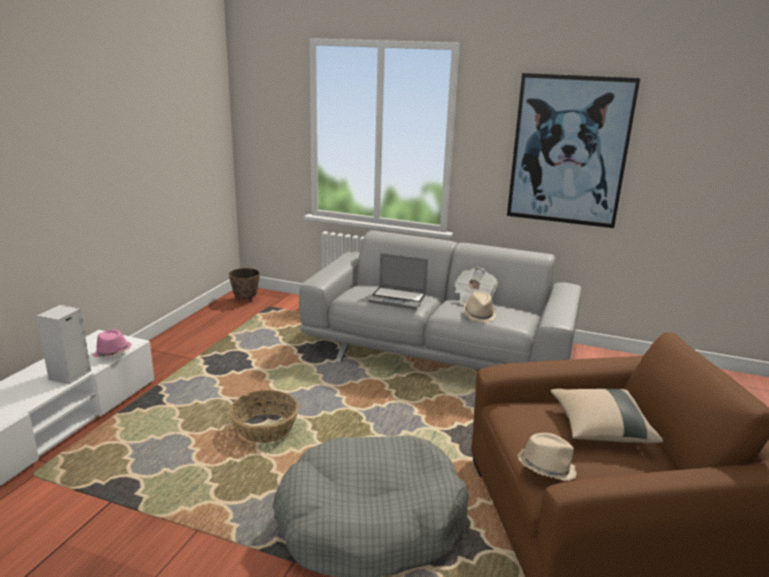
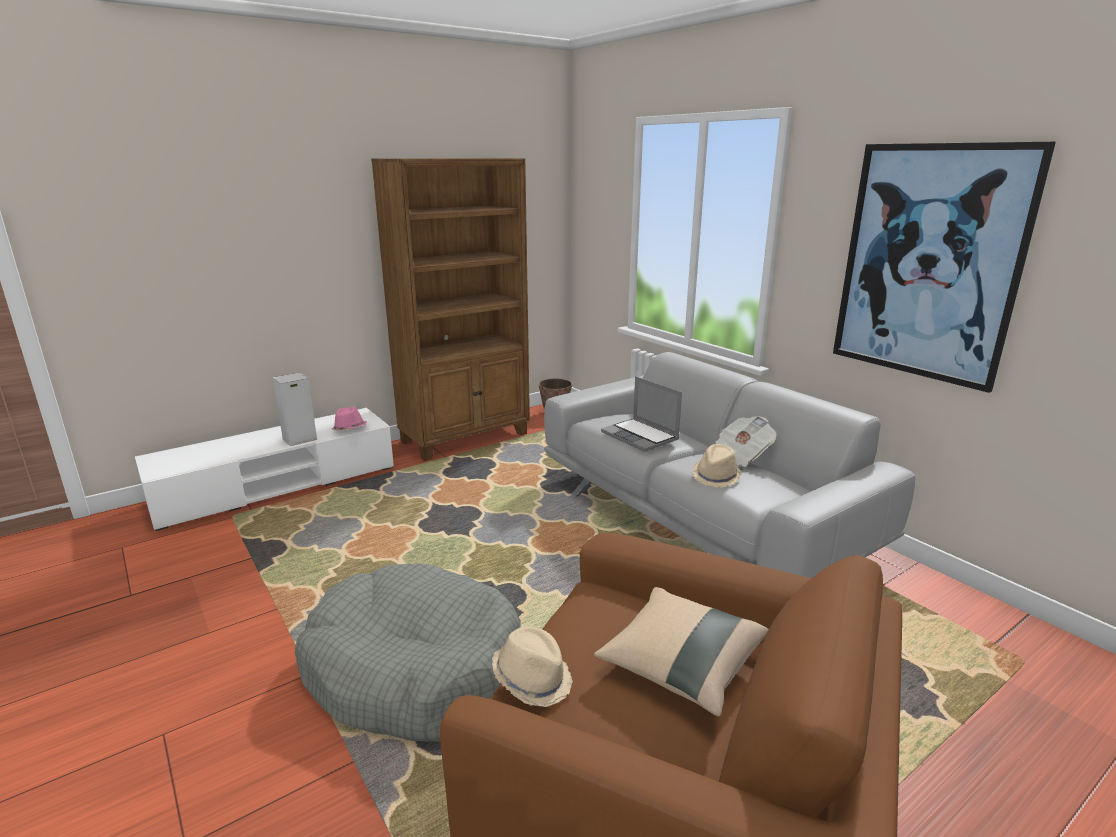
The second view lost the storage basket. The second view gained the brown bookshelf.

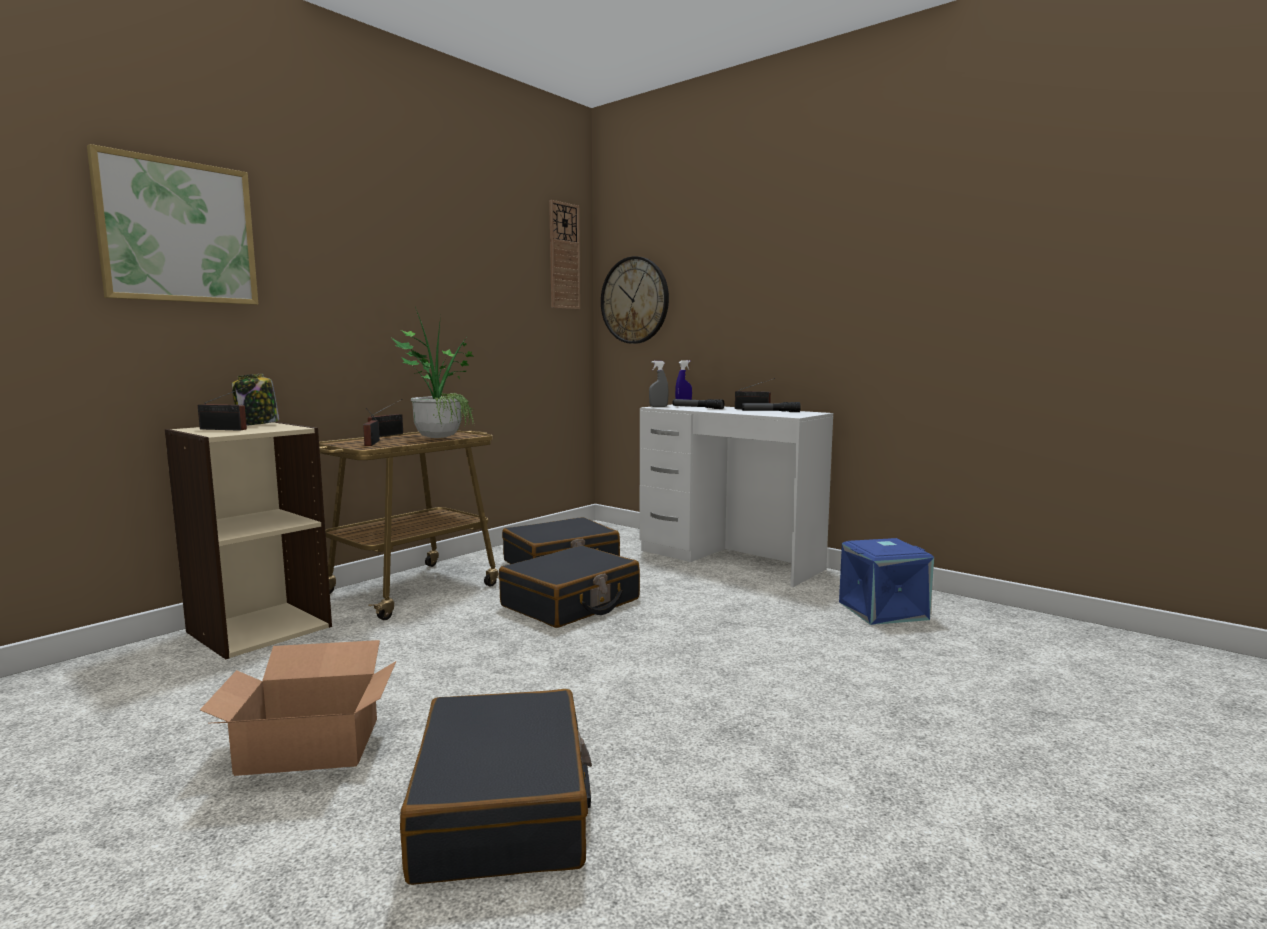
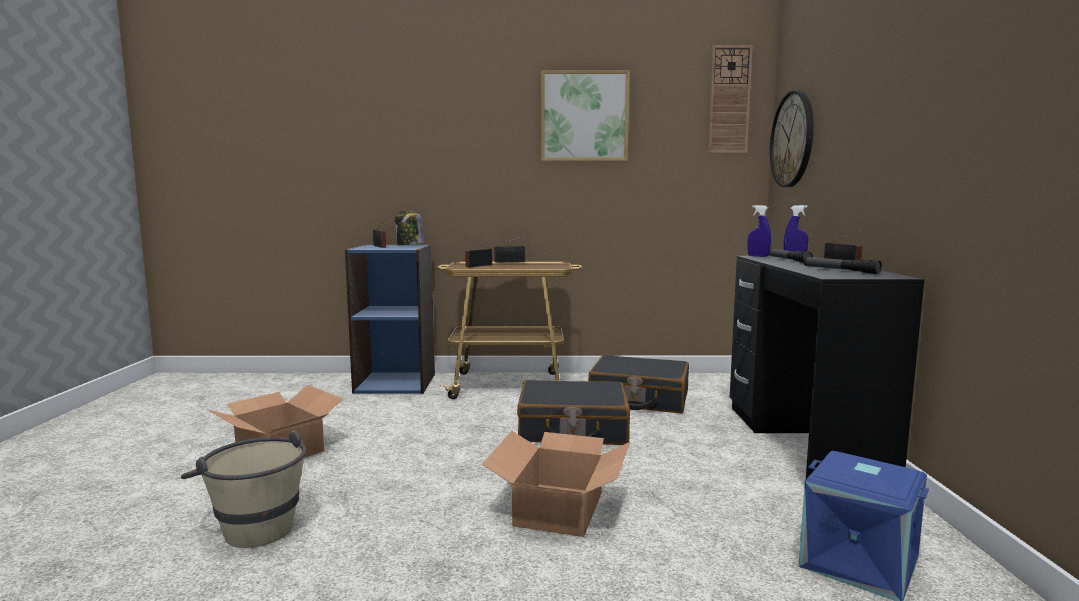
The second view lost the houseplant. The second view gained the cardboard box (no. 2 from left). The wall picture ended up elsewhere. Where the black-coloured piece of luggage (no. 1 from left) stood, the sand-coloured bucket came to stand. What was the sand-coloured bookshelf turned into the blue-coloured bookshelf. What was the whitish desk turned into the black-coloured desk. What was the greyish sprayer turned into the blue-coloured sprayer (no. 1 from left).

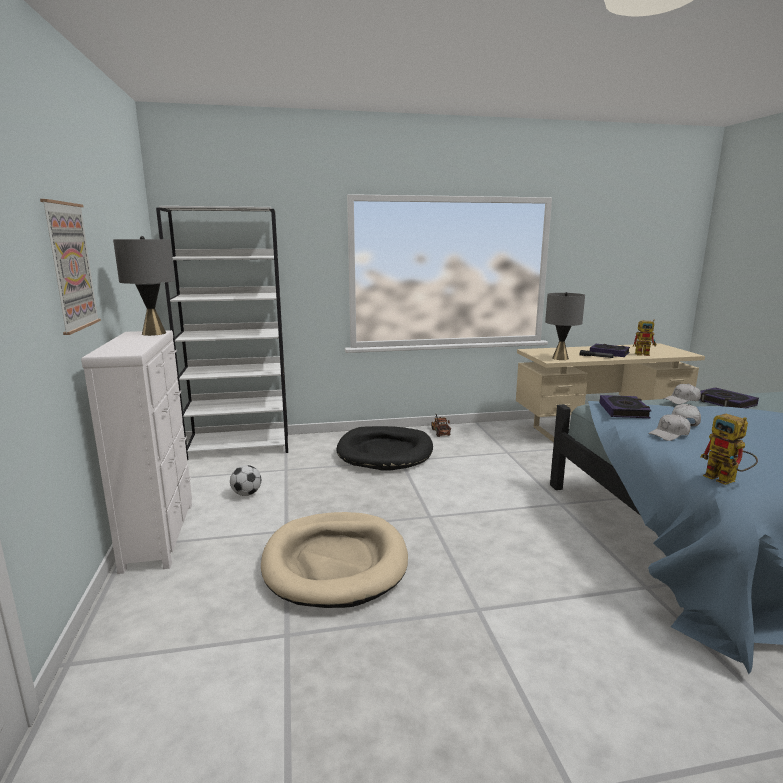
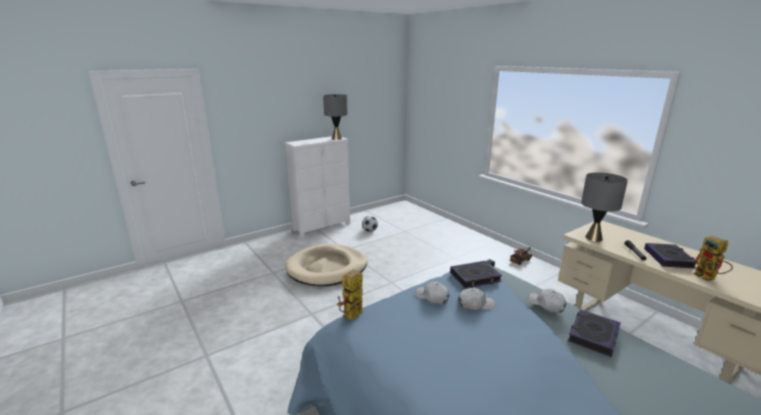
The second view lost the wall picture. The second view lost the whitish bookshelf. The second view lost the black-coloured dog bed.

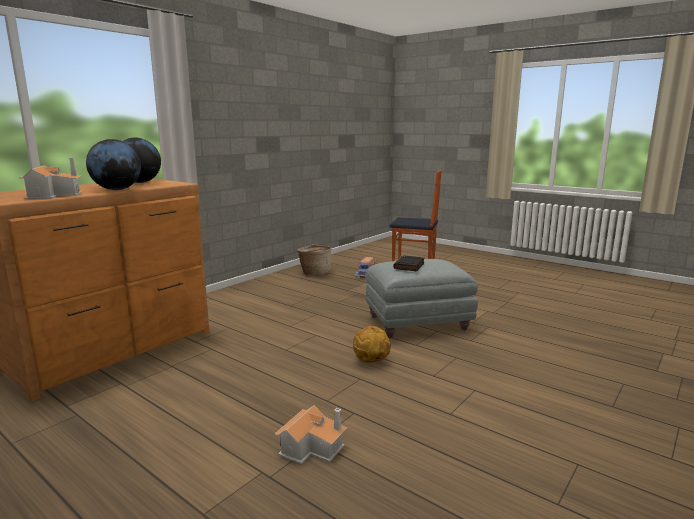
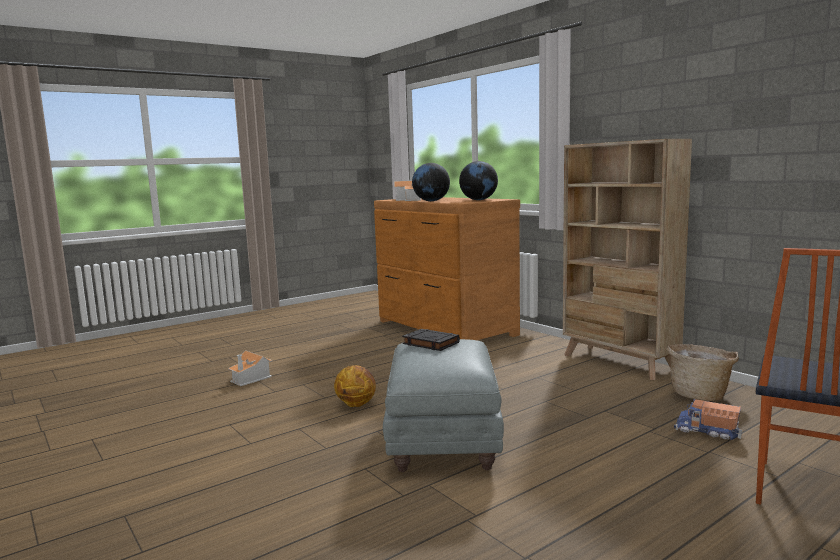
The second view gained the sand-coloured bookshelf.

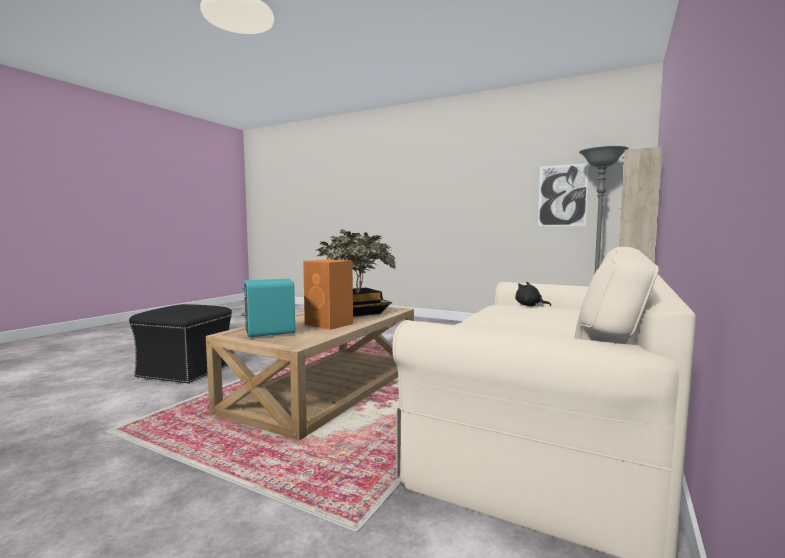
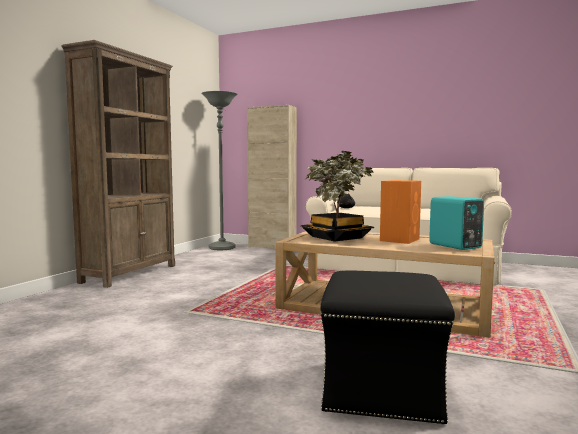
The second view lost the wall picture. The second view gained the brown bookshelf.

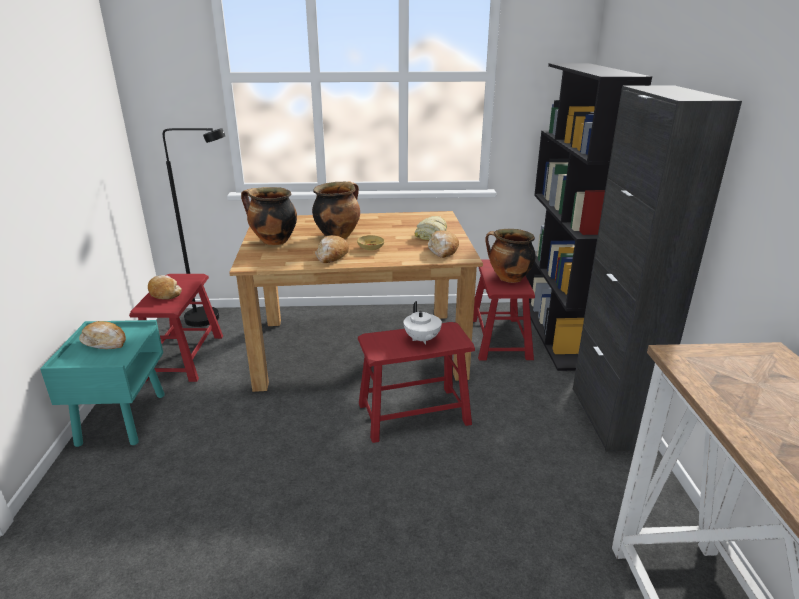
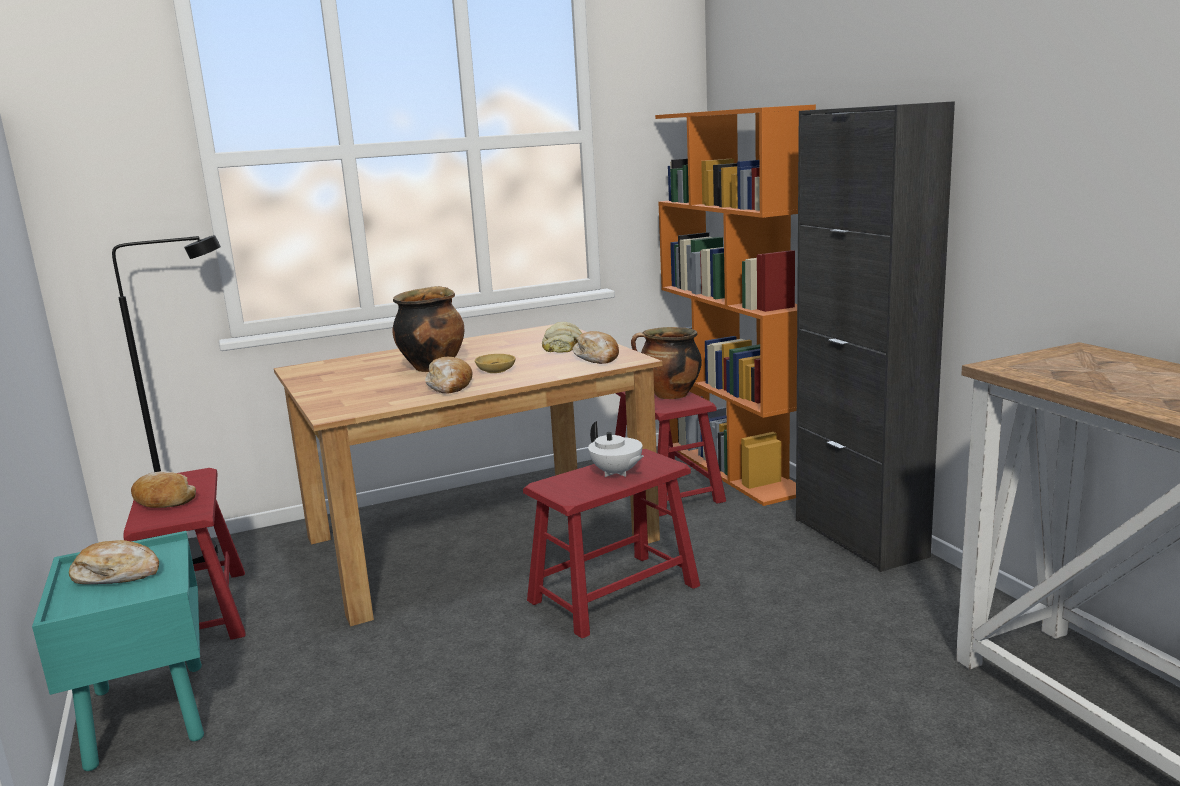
The second view lost the saucepot (no. 1 from left). What was the black-coloured bookshelf turned into the orange-coloured bookshelf.

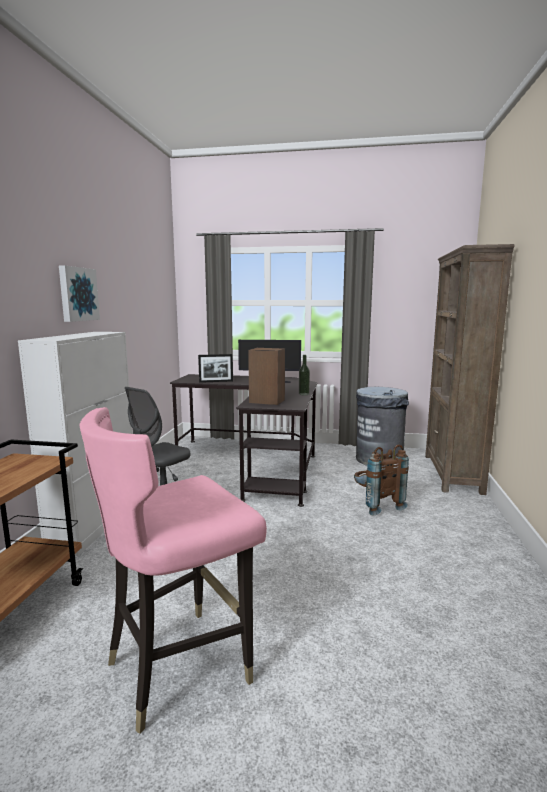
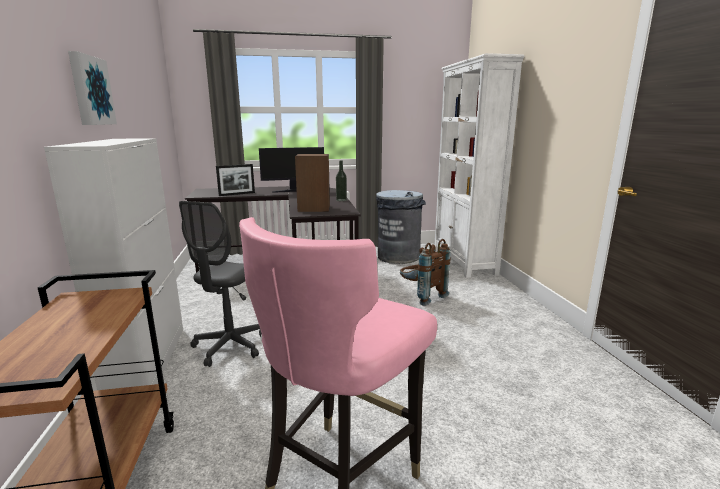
What was the brown bookshelf turned into the whitish bookshelf.

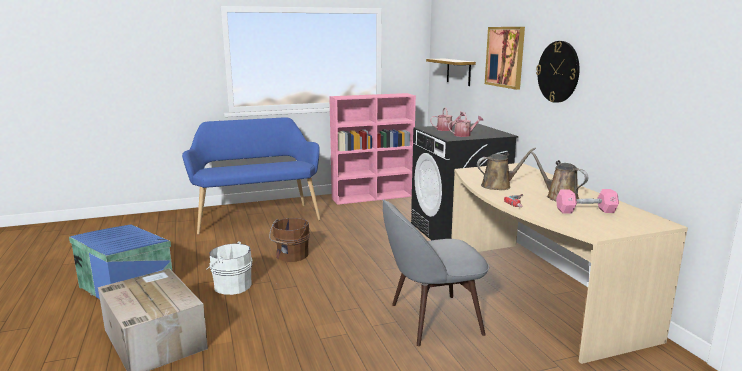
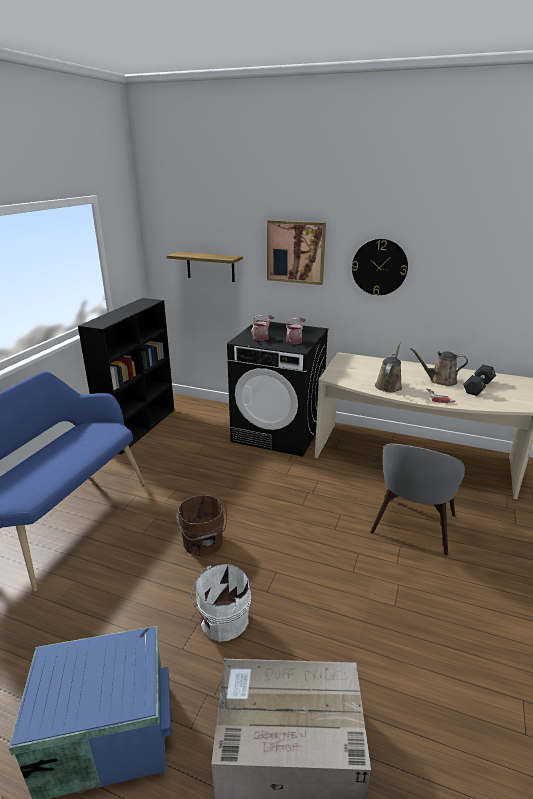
What was the pink bookshelf turned into the black-coloured bookshelf. What was the pink hand weight turned into the black-coloured hand weight.

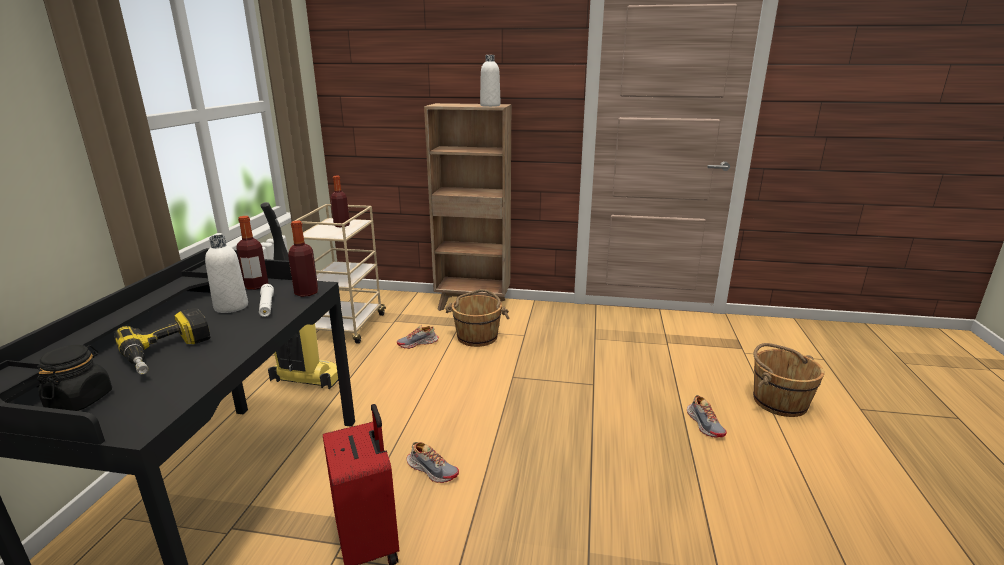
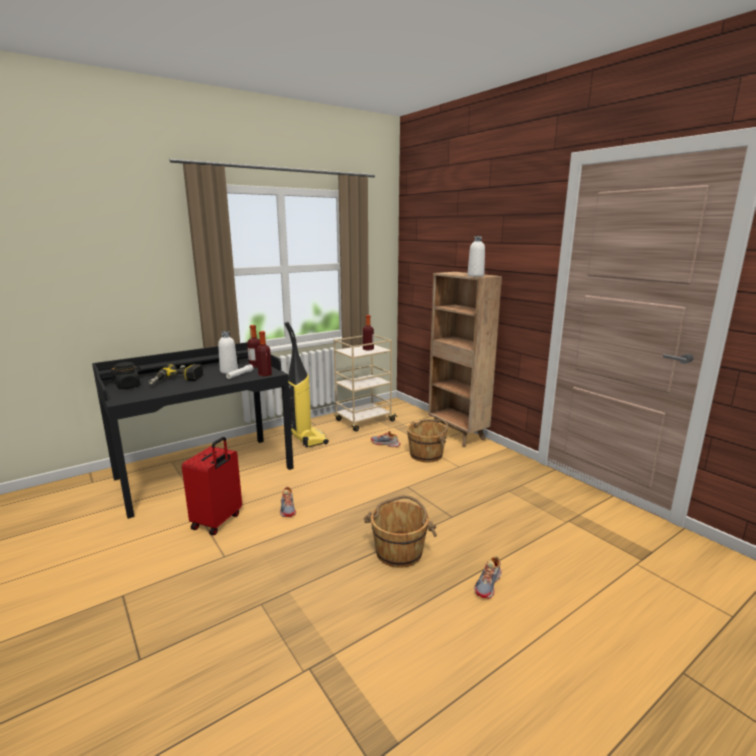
The brown bucket (no. 2 from left in the first image) ended up elsewhere.

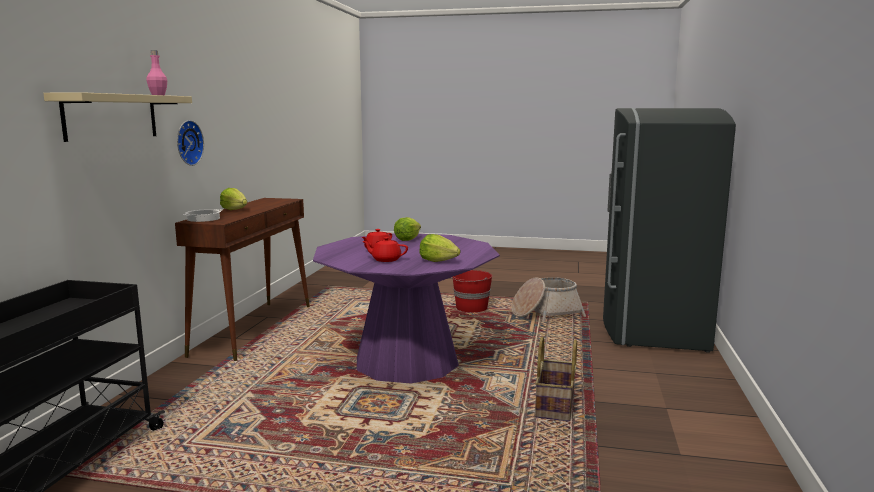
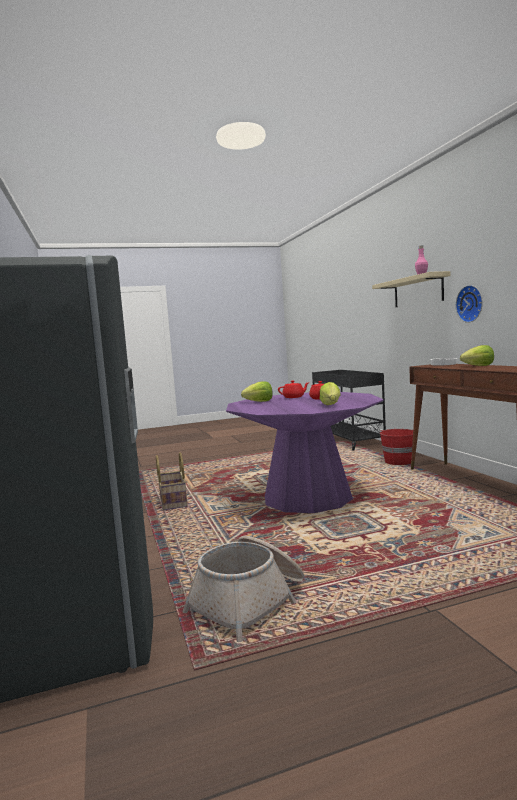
The red bucket ended up elsewhere.

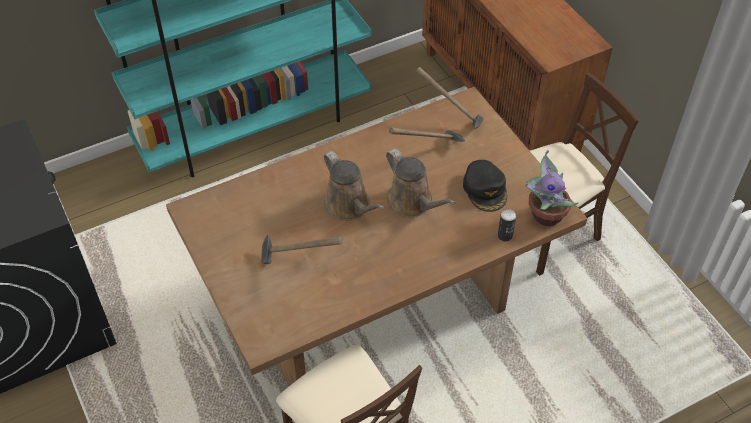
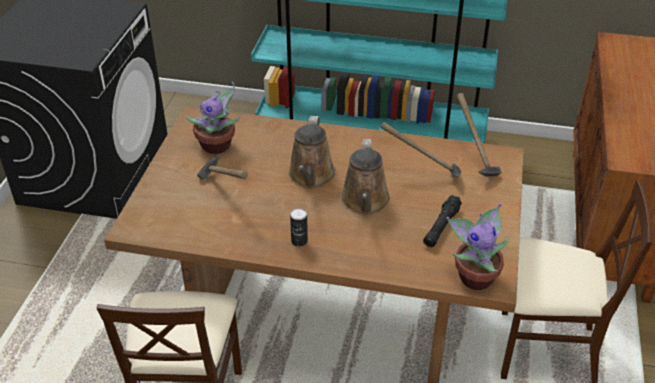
The second view gained the houseplant (no. 1 from left). The sealed can ended up elsewhere. Where the black-coloured cap stood, the black-coloured flashlight came to stand.

